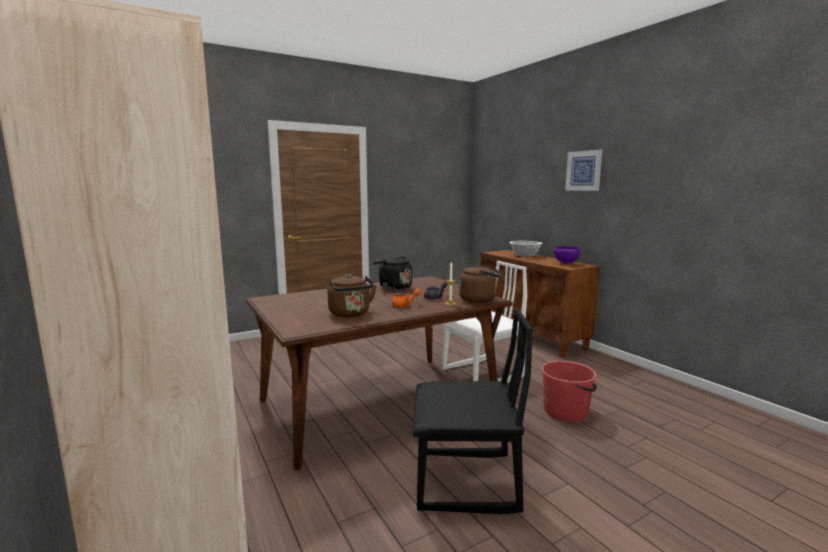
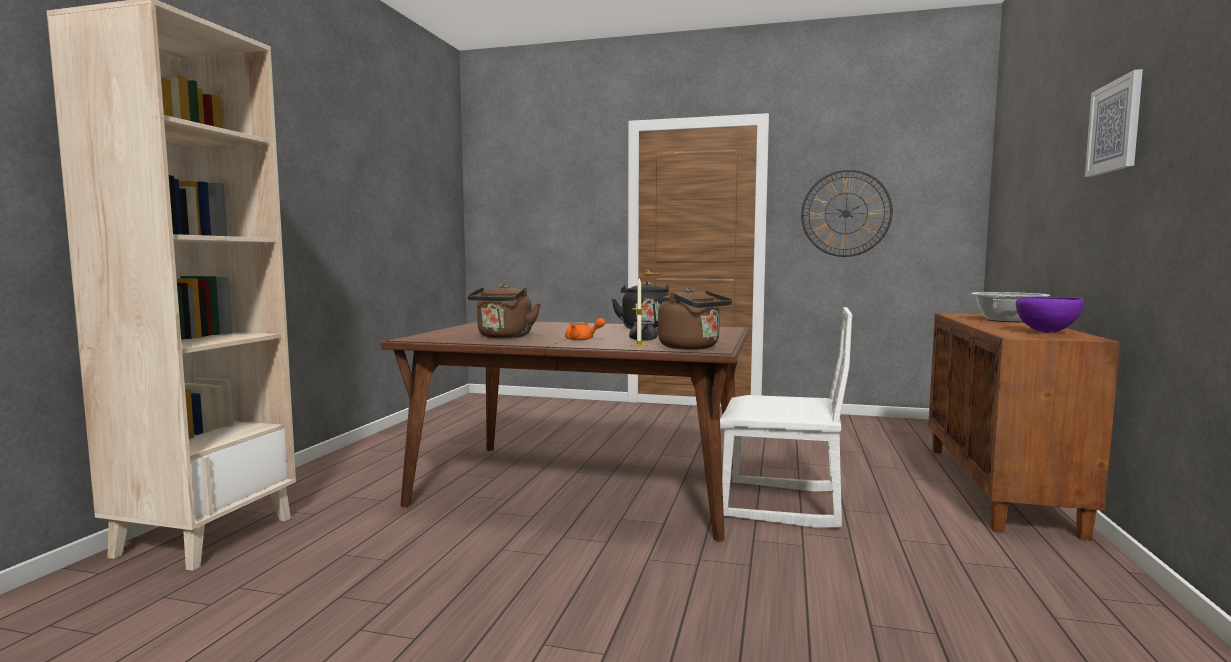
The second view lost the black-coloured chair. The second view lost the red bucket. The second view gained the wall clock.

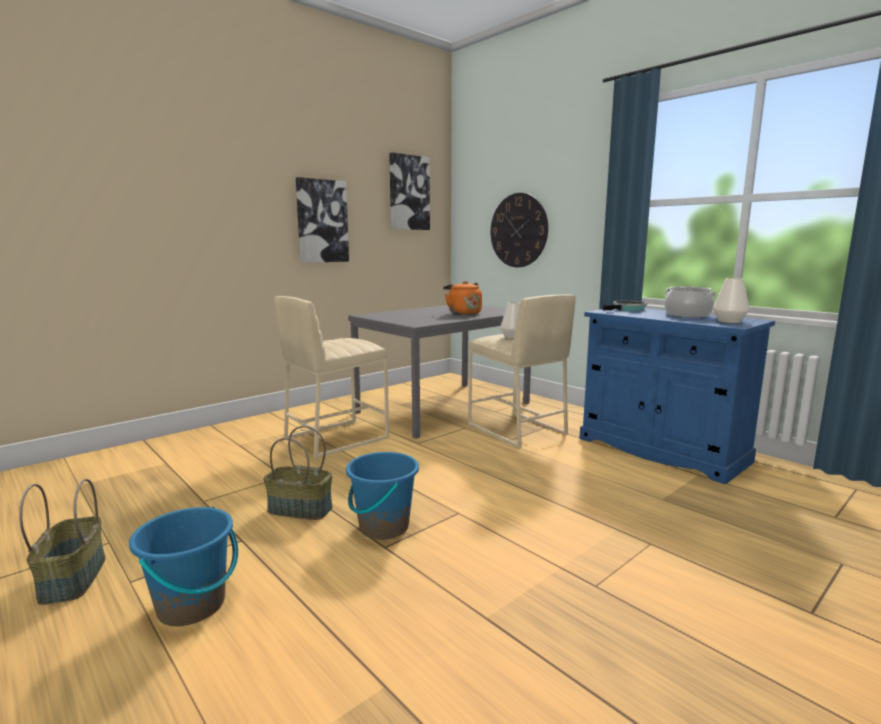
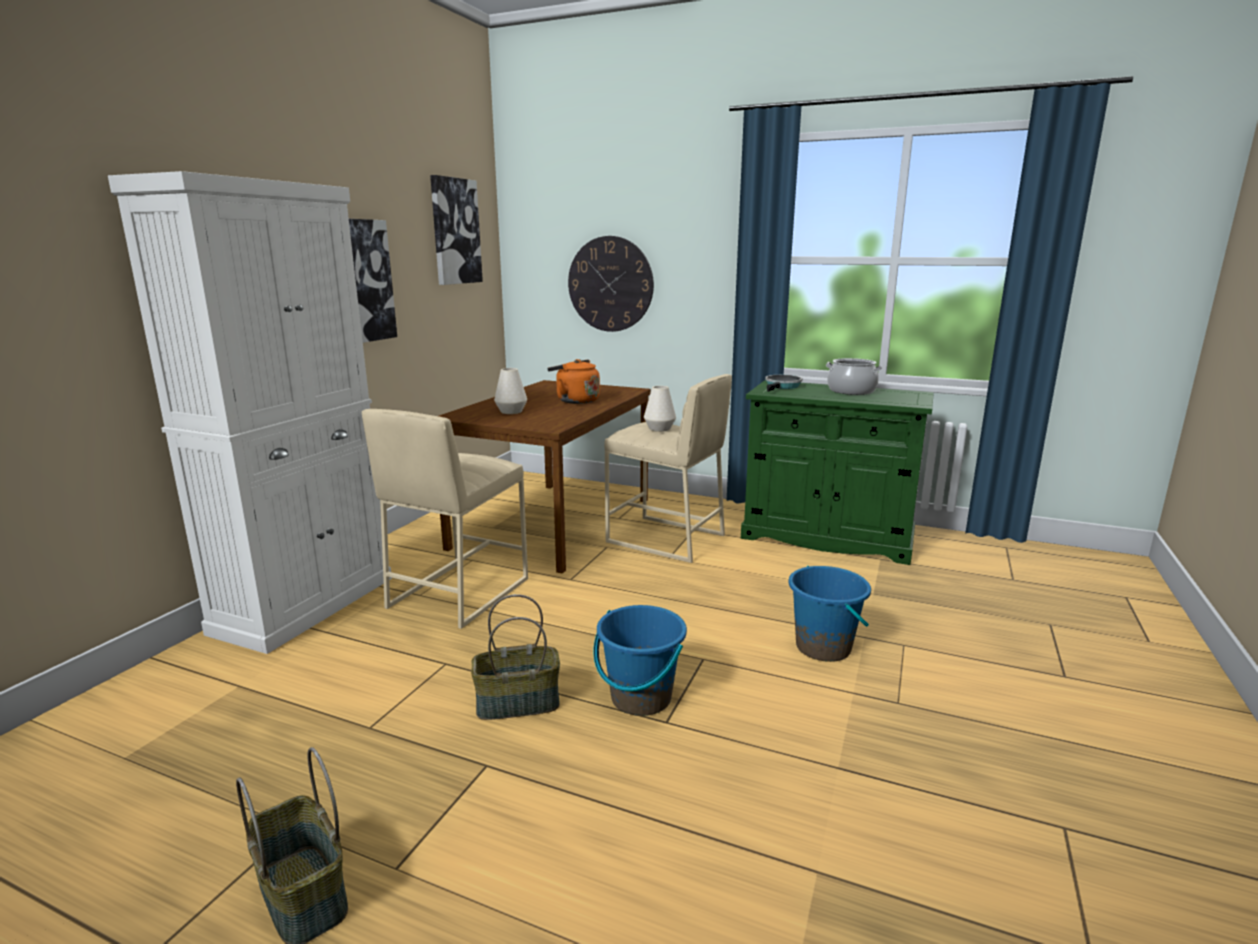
The second view gained the whitish storage cabinet. The blue-coloured bucket (no. 1 from left in the first image) ended up elsewhere. The whitish vase (no. 2 from left in the first image) ended up elsewhere. What was the greyish dining table turned into the brown dining table. What was the blue-coloured storage cabinet turned into the greenish storage cabinet.

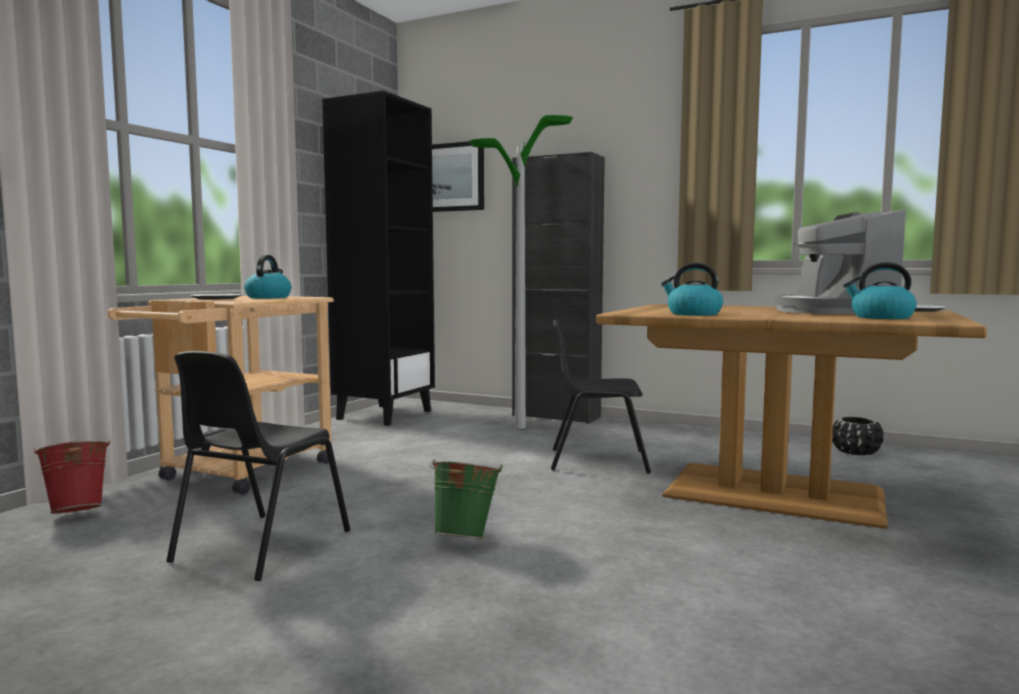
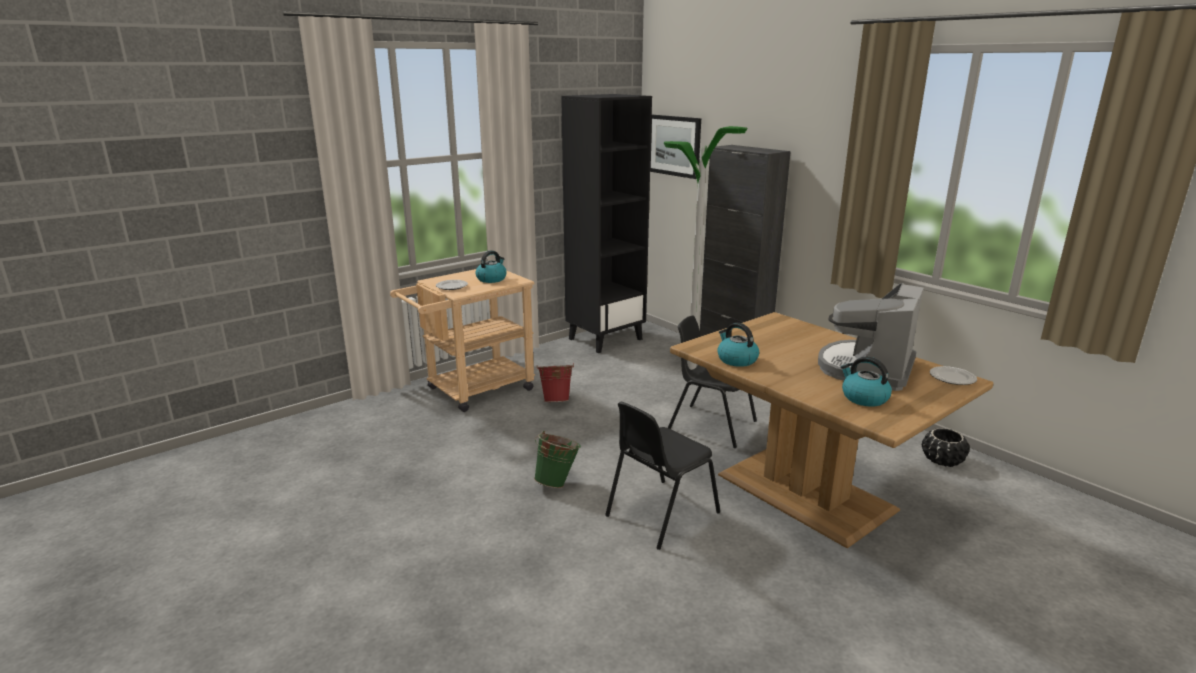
The red bucket ended up elsewhere. The black-coloured chair (no. 1 from left) ended up elsewhere.

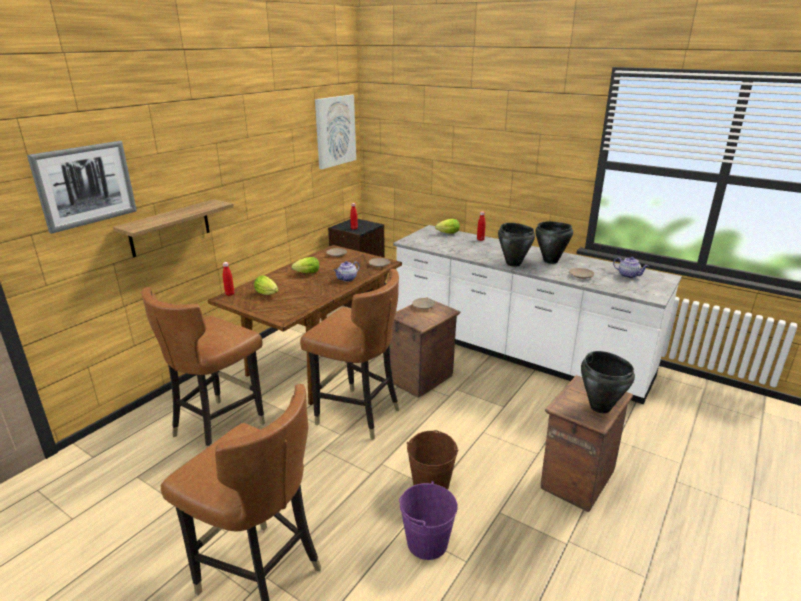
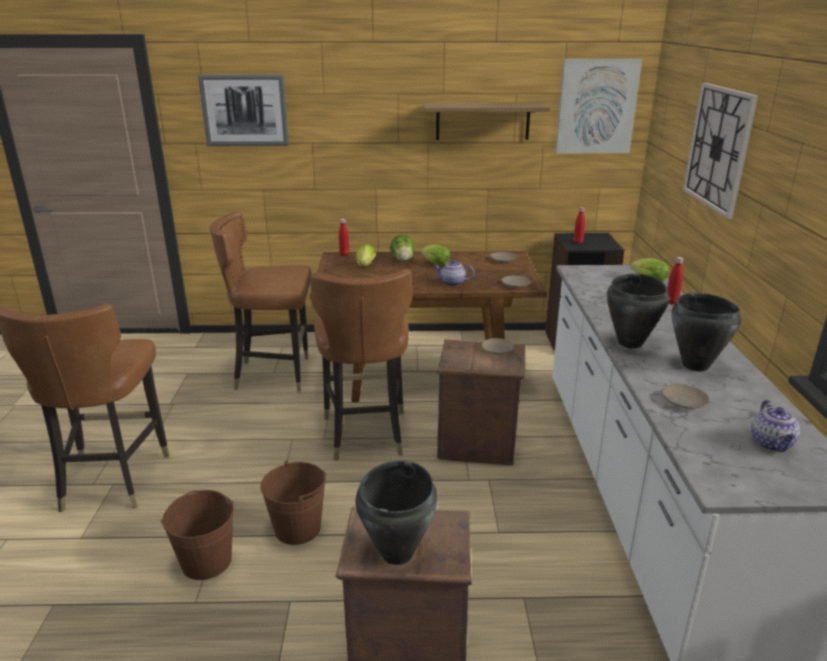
The second view gained the lettuce head (no. 2 from left). The second view gained the wall clock. The wall shelf ended up elsewhere. What was the purplish bucket turned into the brown bucket (no. 1 from left).

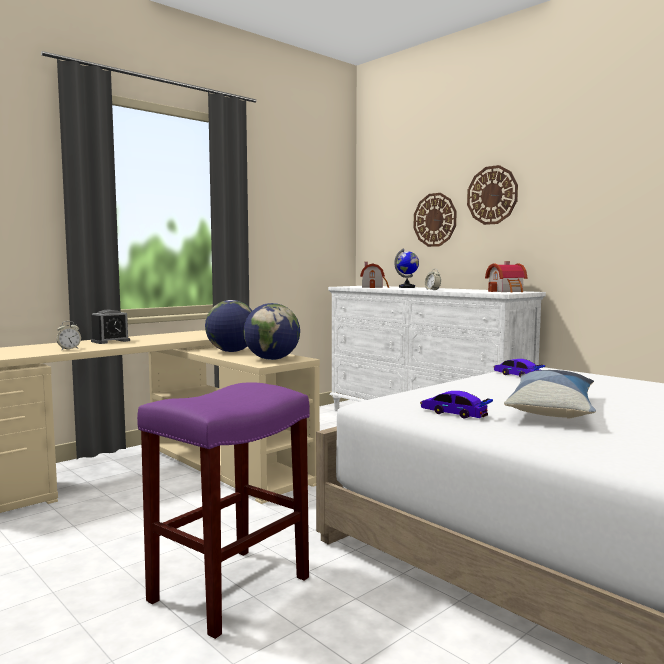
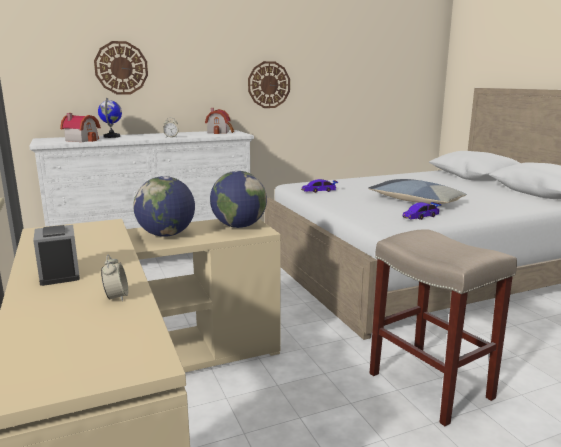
The wall clock (no. 2 from left) ended up elsewhere. What was the purplish stool turned into the sand-coloured stool.

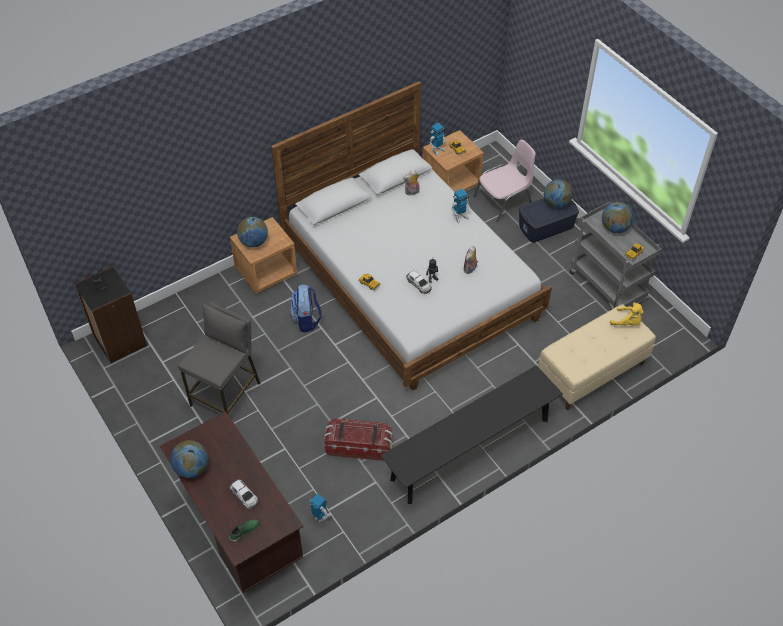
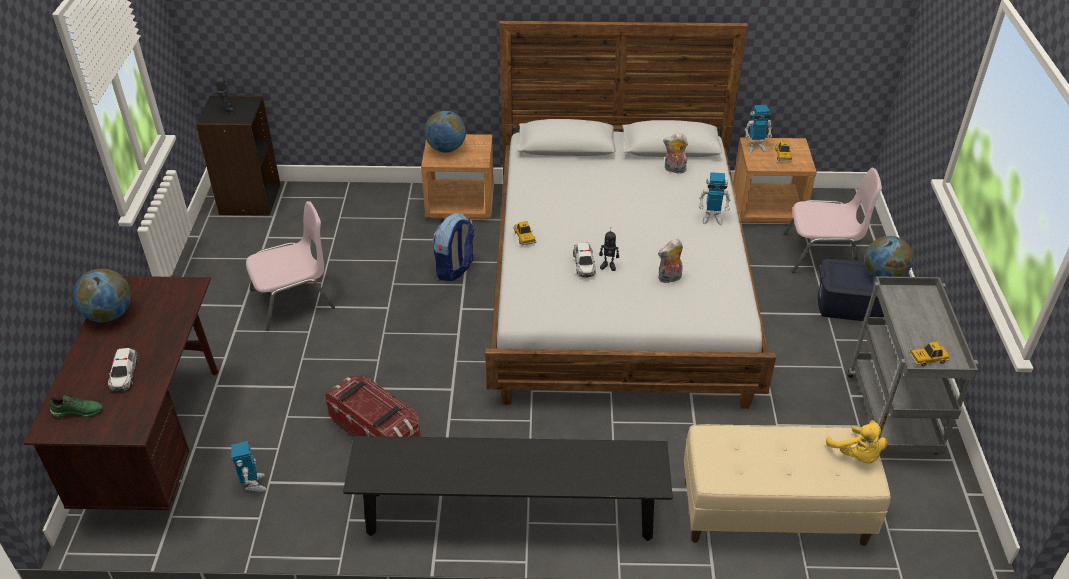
The second view lost the desk globe (no. 4 from left). Where the greyish stool stood, the pink chair (no. 1 from left) came to stand.

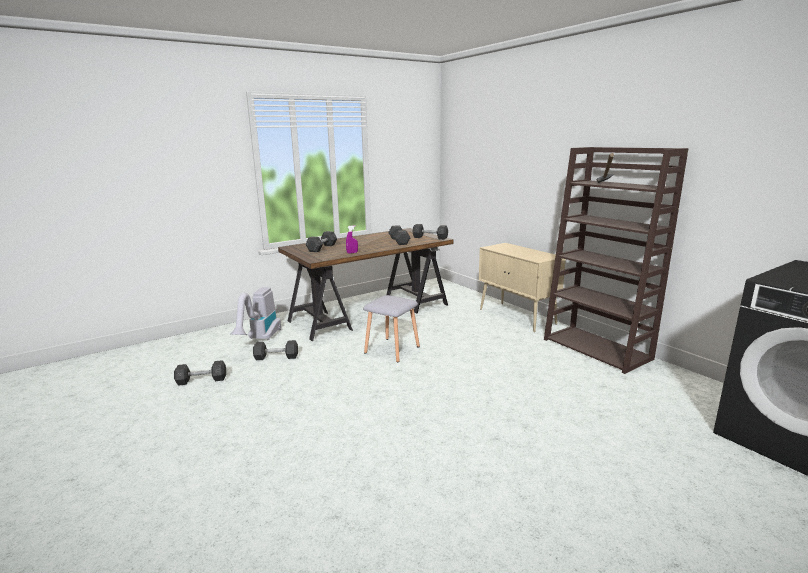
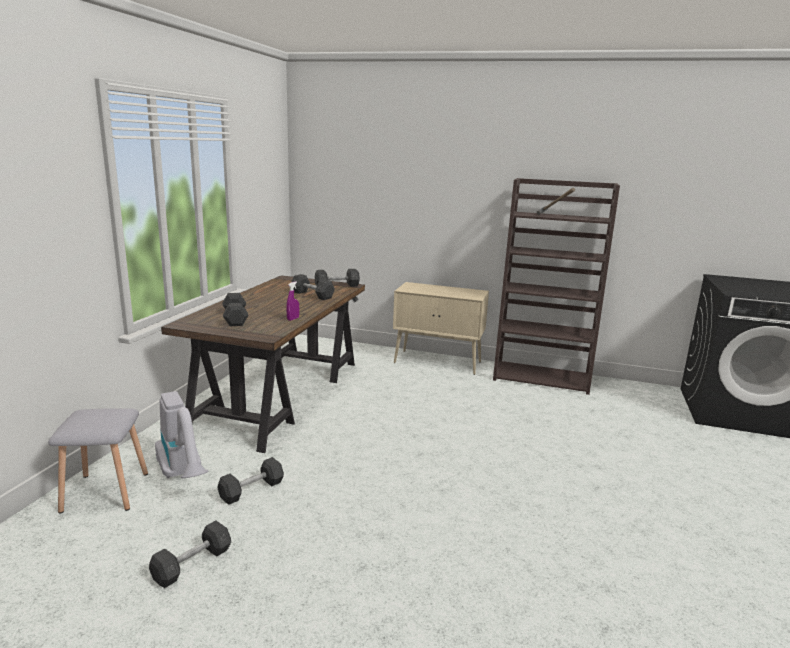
The greyish stool ended up elsewhere.

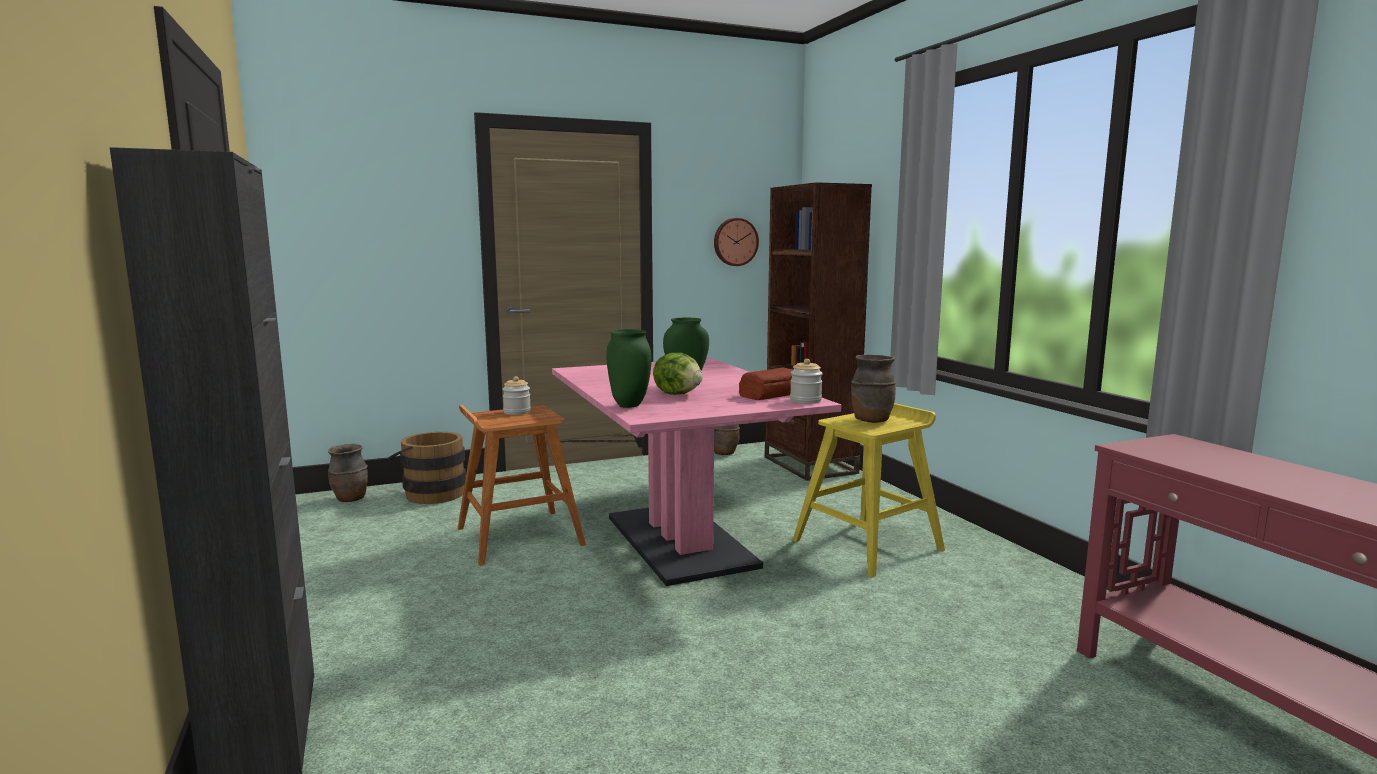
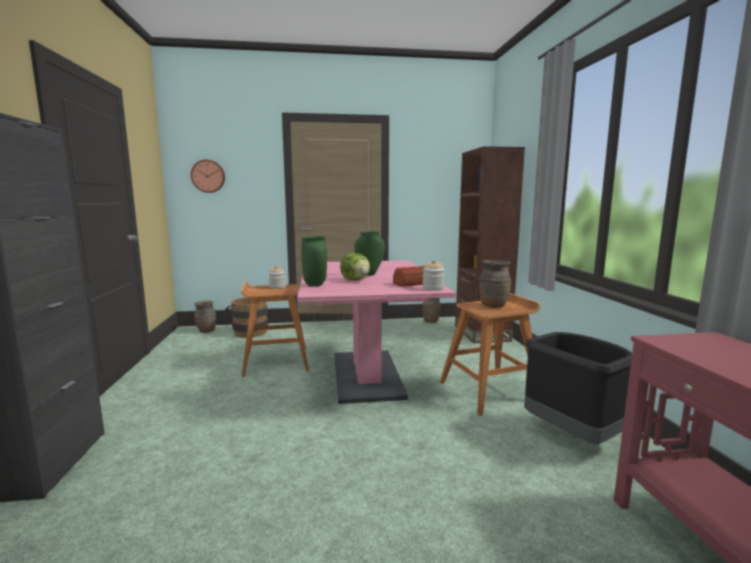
The second view gained the black-coloured rubbish bin. The wall clock ended up elsewhere. What was the yellow stool turned into the brown stool (no. 2 from left).

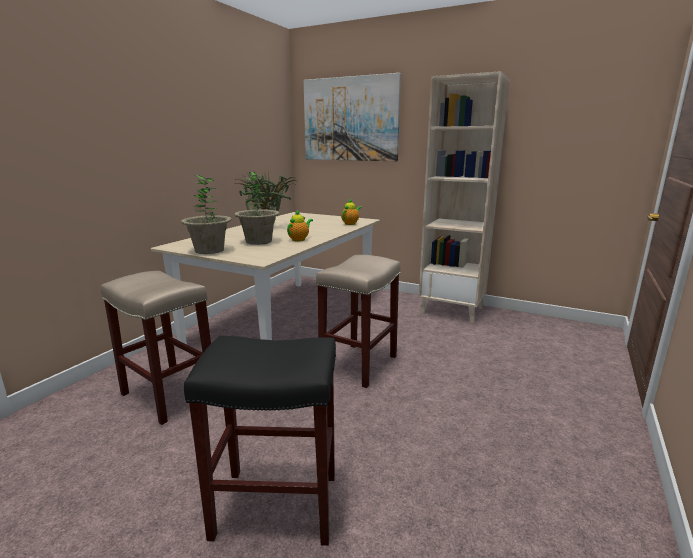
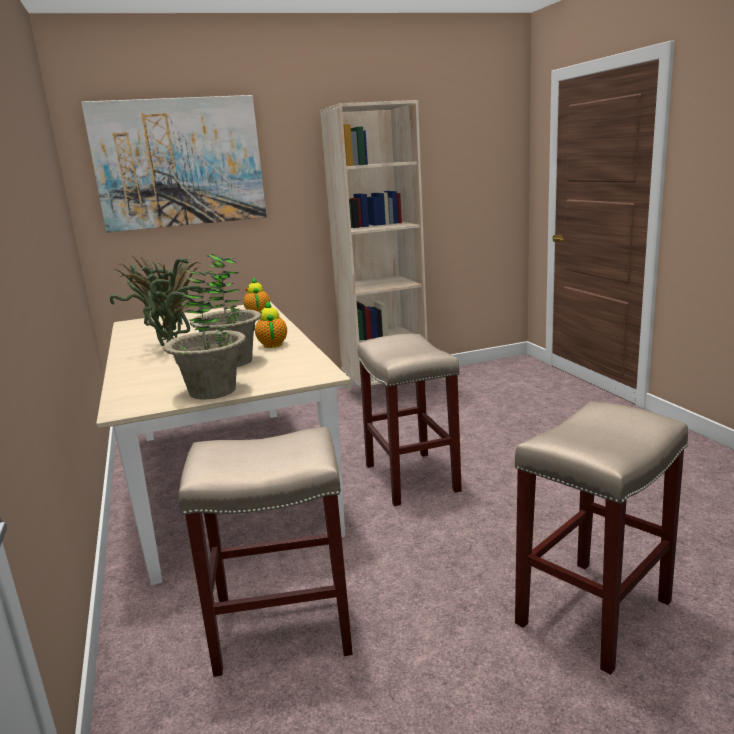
What was the black-coloured stool turned into the sand-coloured stool (no. 3 from left).

